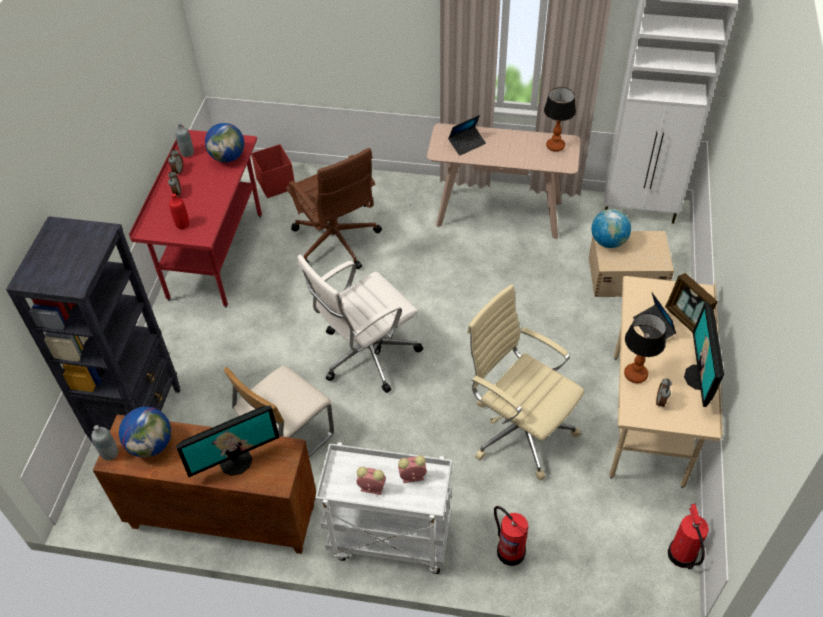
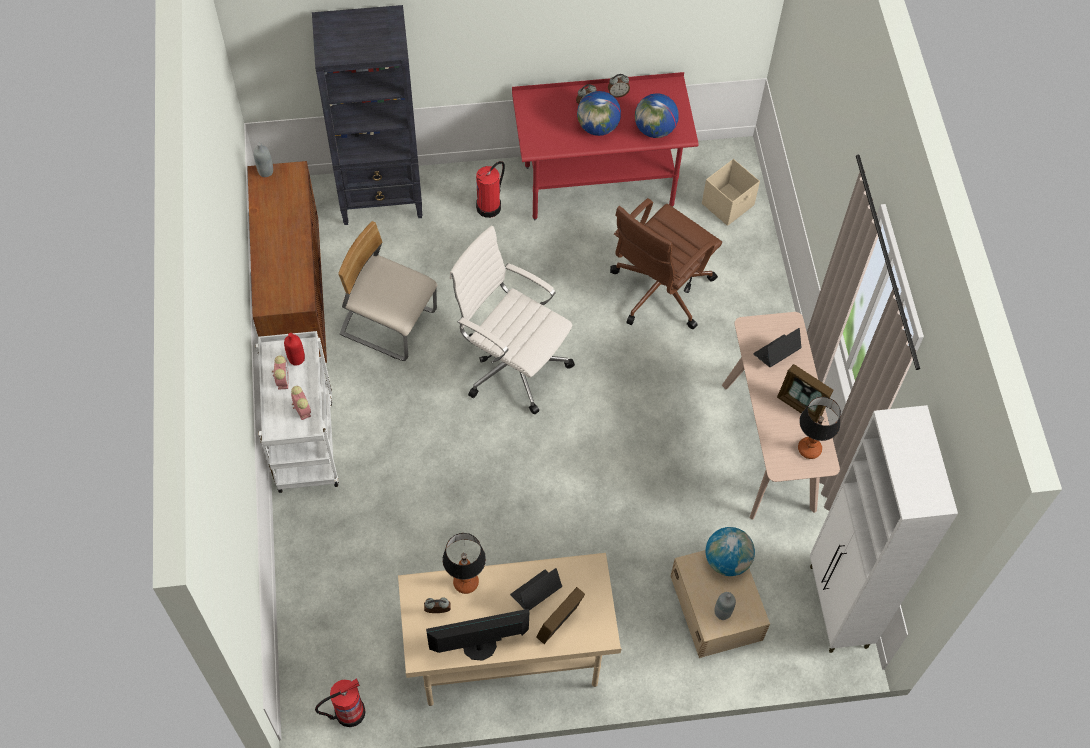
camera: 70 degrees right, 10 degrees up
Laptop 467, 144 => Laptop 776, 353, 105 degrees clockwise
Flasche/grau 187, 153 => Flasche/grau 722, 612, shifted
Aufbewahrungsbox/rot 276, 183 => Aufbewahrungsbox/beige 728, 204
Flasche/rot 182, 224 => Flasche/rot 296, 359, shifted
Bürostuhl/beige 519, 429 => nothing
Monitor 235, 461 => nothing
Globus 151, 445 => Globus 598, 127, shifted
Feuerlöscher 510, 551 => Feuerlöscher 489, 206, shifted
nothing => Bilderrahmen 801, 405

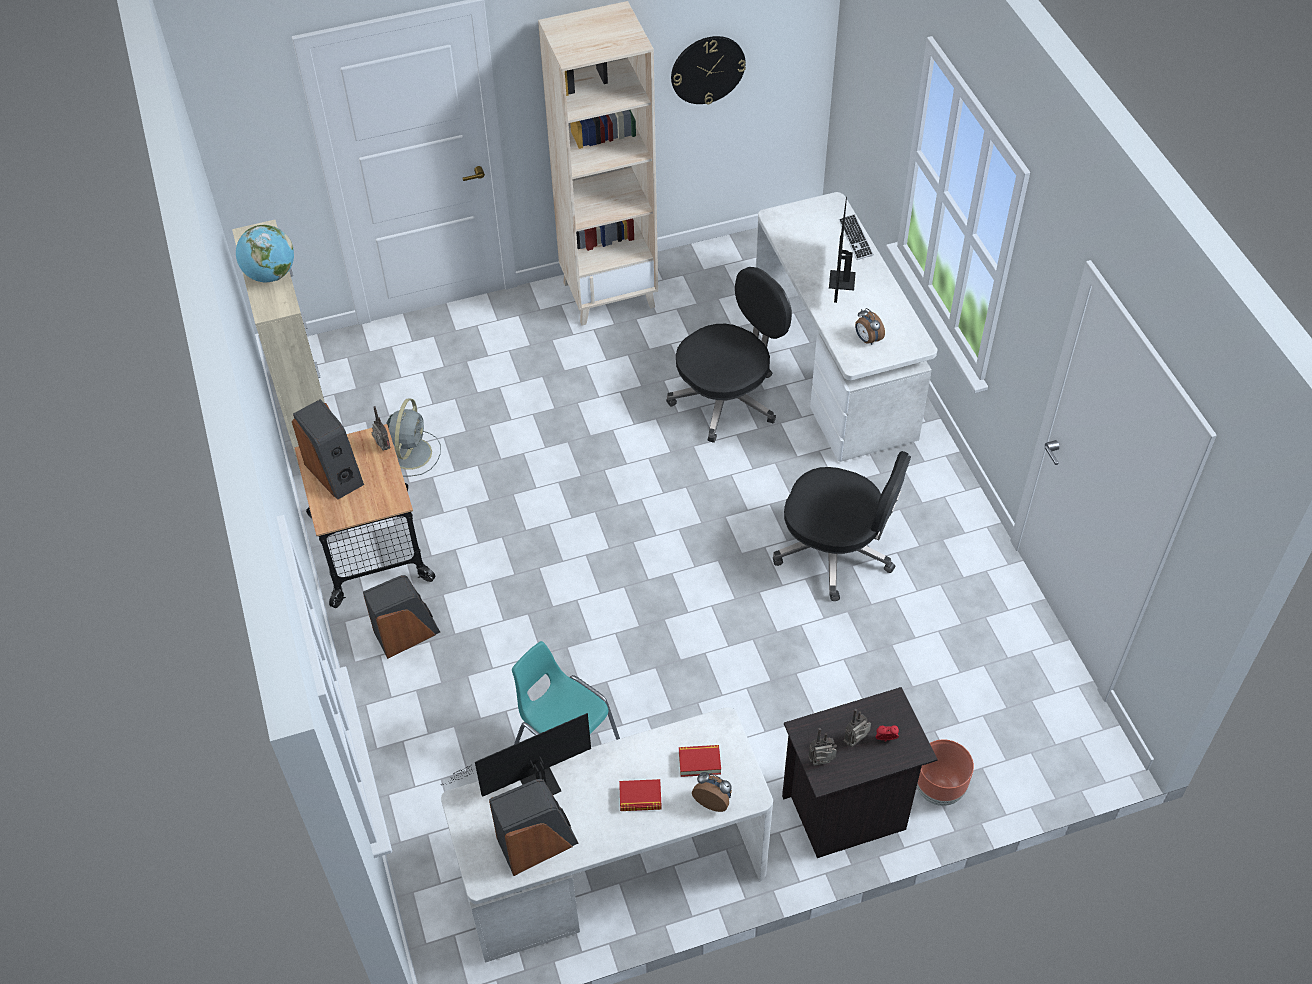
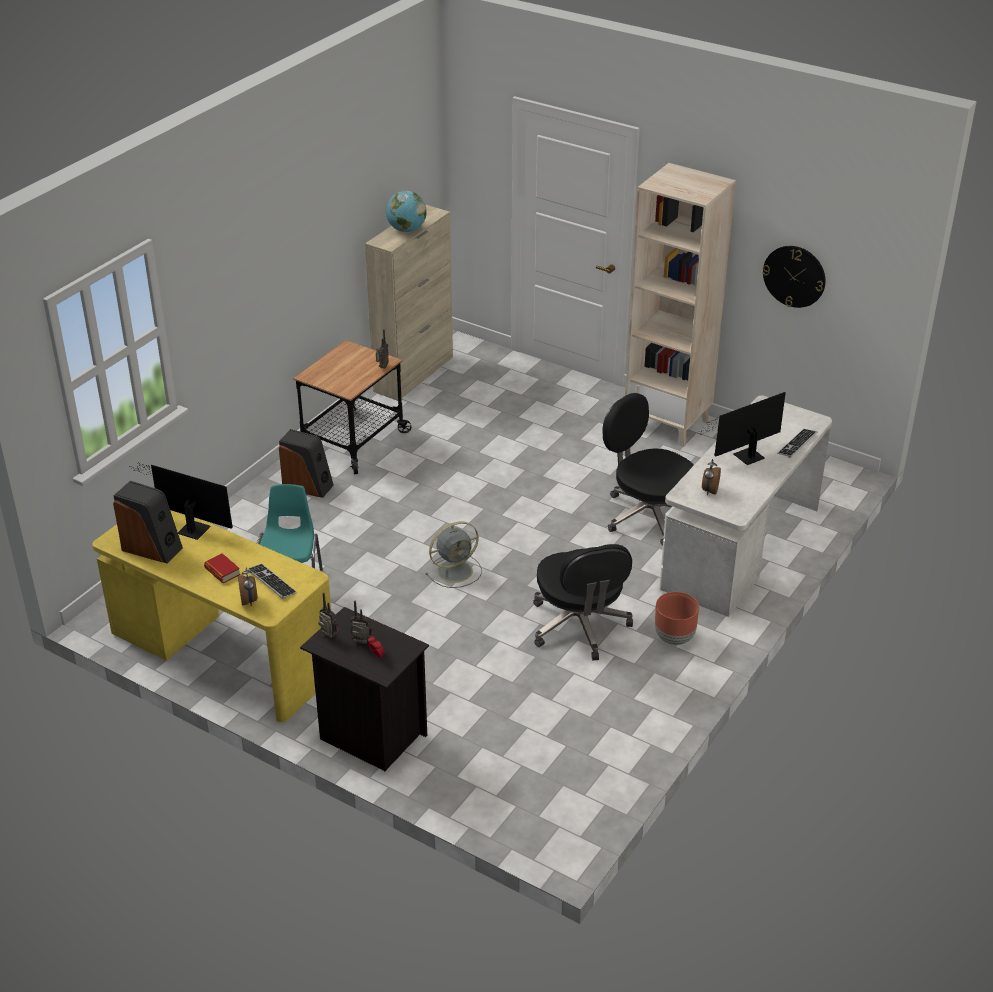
camera: 50 degrees right, 15 degrees down
Bürostuhl/schwarz 727, 399 => Bürostuhl/schwarz 648, 515, 150 degrees counterclockwise
Ventilator/grau 412, 452 => Ventilator/grau 456, 570, shifted
Lautsprecher 335, 473 => nothing
Schreibtisch/weiß 613, 873 => Schreibtisch/gelb 222, 654
Pflanzkübel/braun 939, 790 => Pflanzkübel/braun 674, 638, shifted
Buch 699, 762 => Tastatur 272, 582

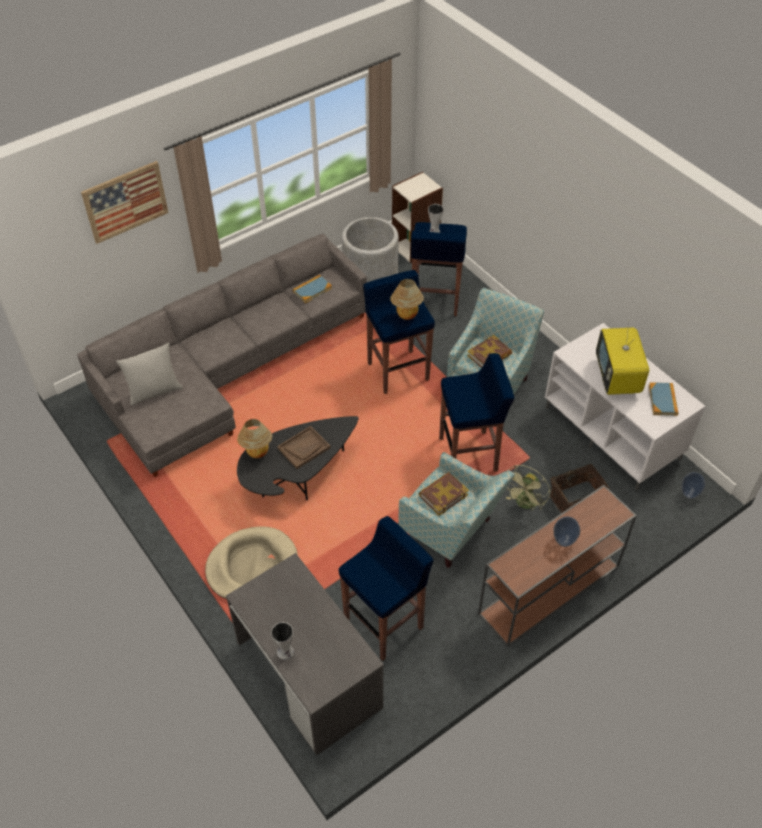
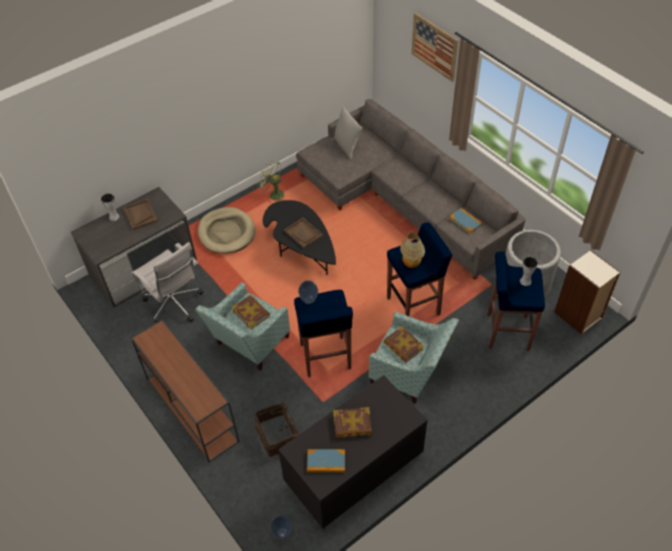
camera: 90 degrees right, 0 degrees up
Fernseher 617, 378 => Buch 352, 425
Fernsehschrank/weiß 613, 433 => Fernsehschrank/schwarz 354, 473
Tischlampe 257, 453 => nothing
Ventilator/grün 524, 504 => Ventilator/grün 273, 194, shifted
Hocker/blau 385, 623 => Bürostuhl/weiß 175, 306
Vase 564, 542 => Vase 308, 300, shifted
nothing => Tablett/braun 140, 215

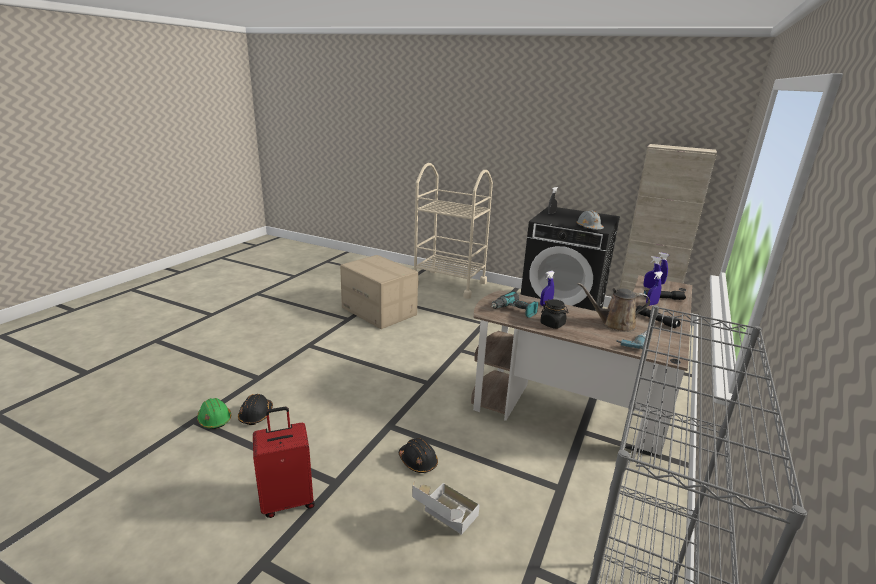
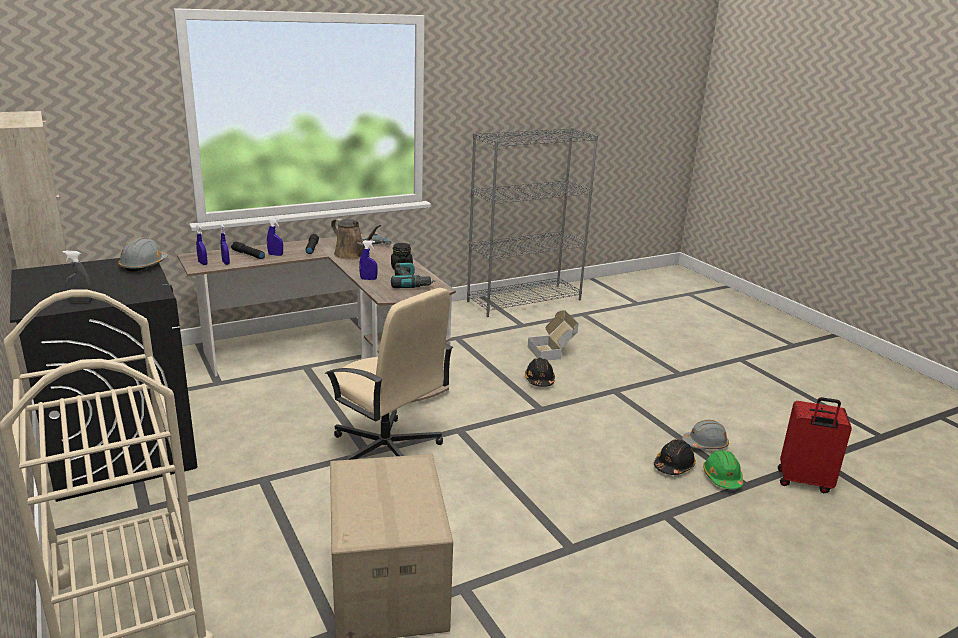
camera: 145 degrees left, 0 degrees up
Koffer/rot 288, 500 => Koffer/rot 804, 482, shifted
nothing => Bürostuhl/beige 386, 451
nothing => Schutzhelm/grau 705, 444

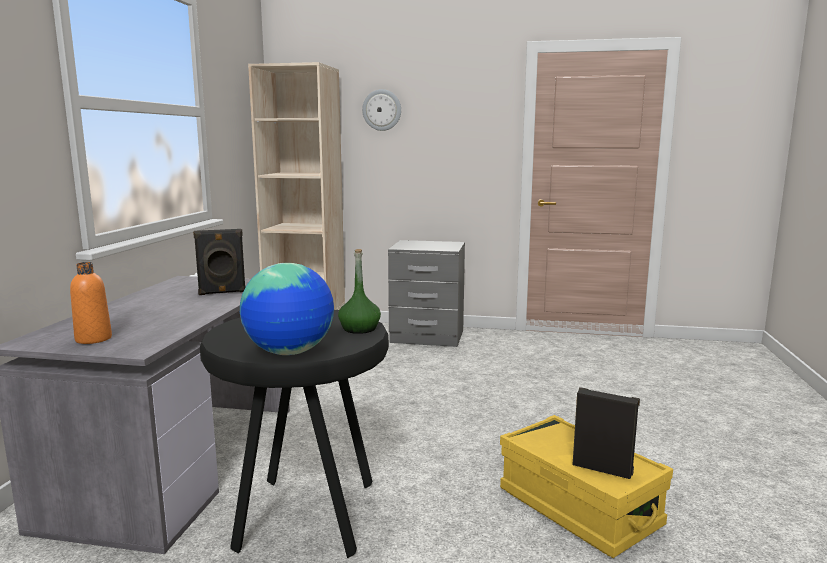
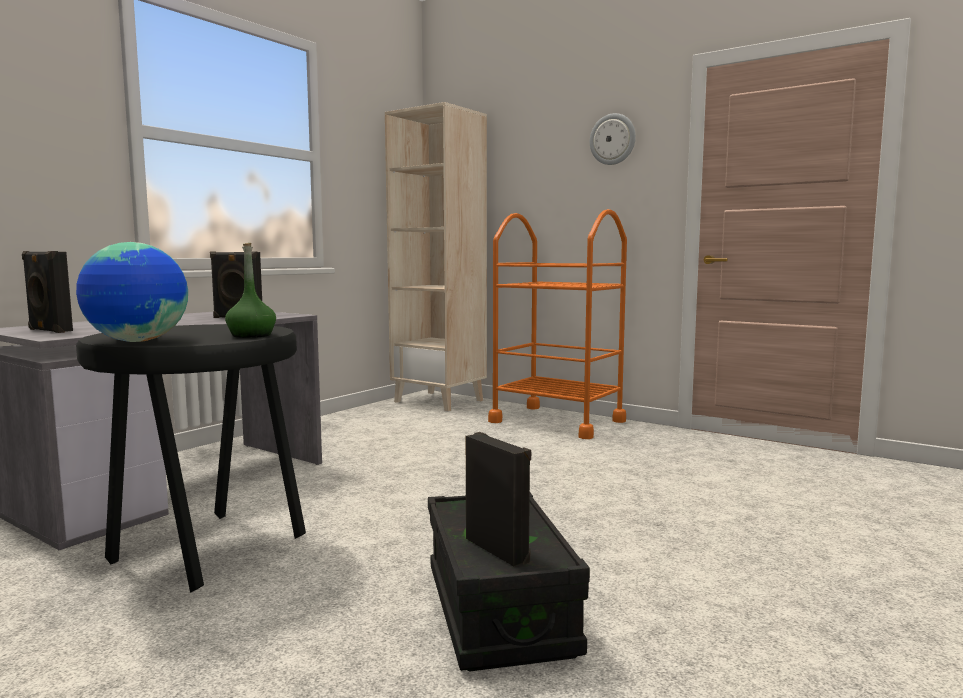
camera: 25 degrees right, 5 degrees down
Wanduhr 382, 110 => Wanduhr 613, 139, shifted
Nachttisch/grau 427, 337 => Rollwagen/orange 557, 421
Flasche/orange 93, 339 => Lautsprecher/schwarz 49, 330
Aufbewahrungsbox/gelb 578, 508 => Aufbewahrungsbox/schwarz 498, 610

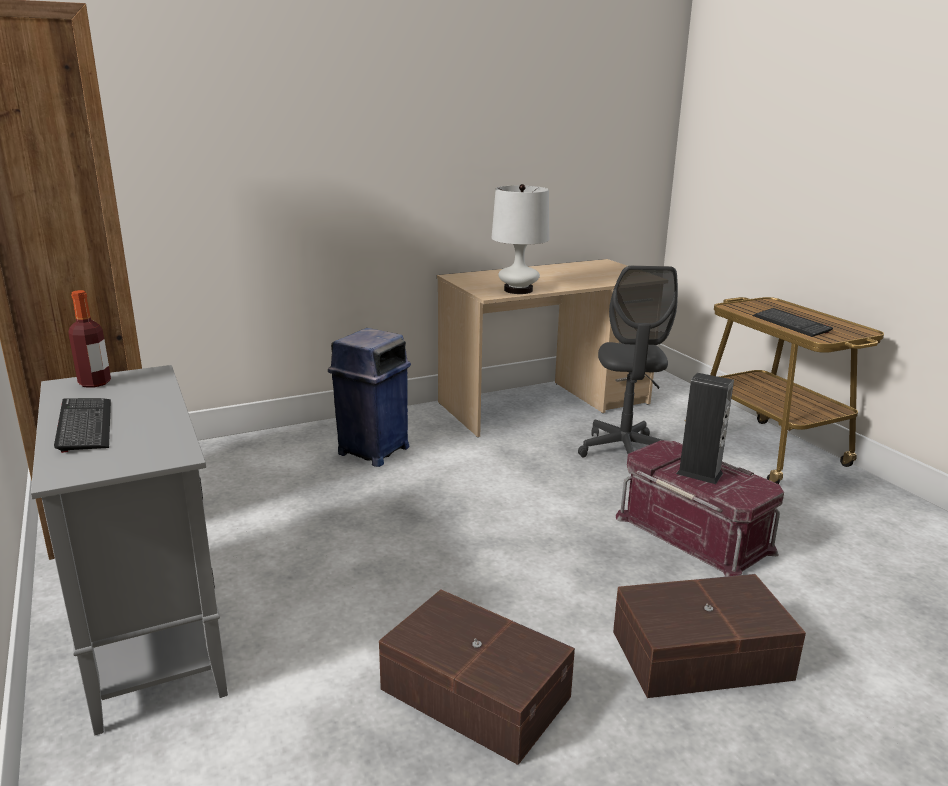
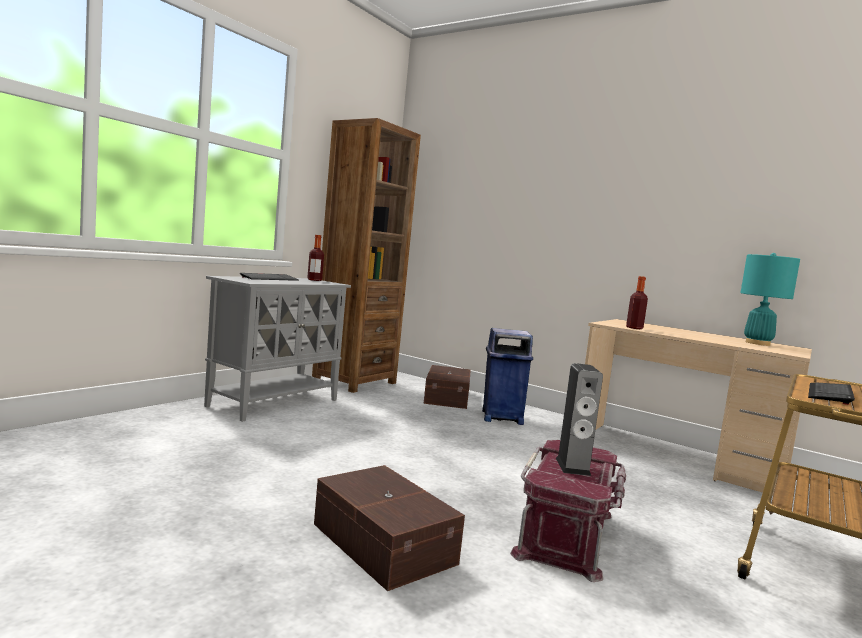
camera: 60 degrees right, 15 degrees down
Tischlampe/weiß 518, 290 => Flasche 634, 328
Bürostuhl/grau 624, 451 => nothing
Aufbewahrungsbox/braun 475, 691 => Aufbewahrungsbox/braun 448, 397, shifted
nothing => Tischlampe/türkis 757, 343

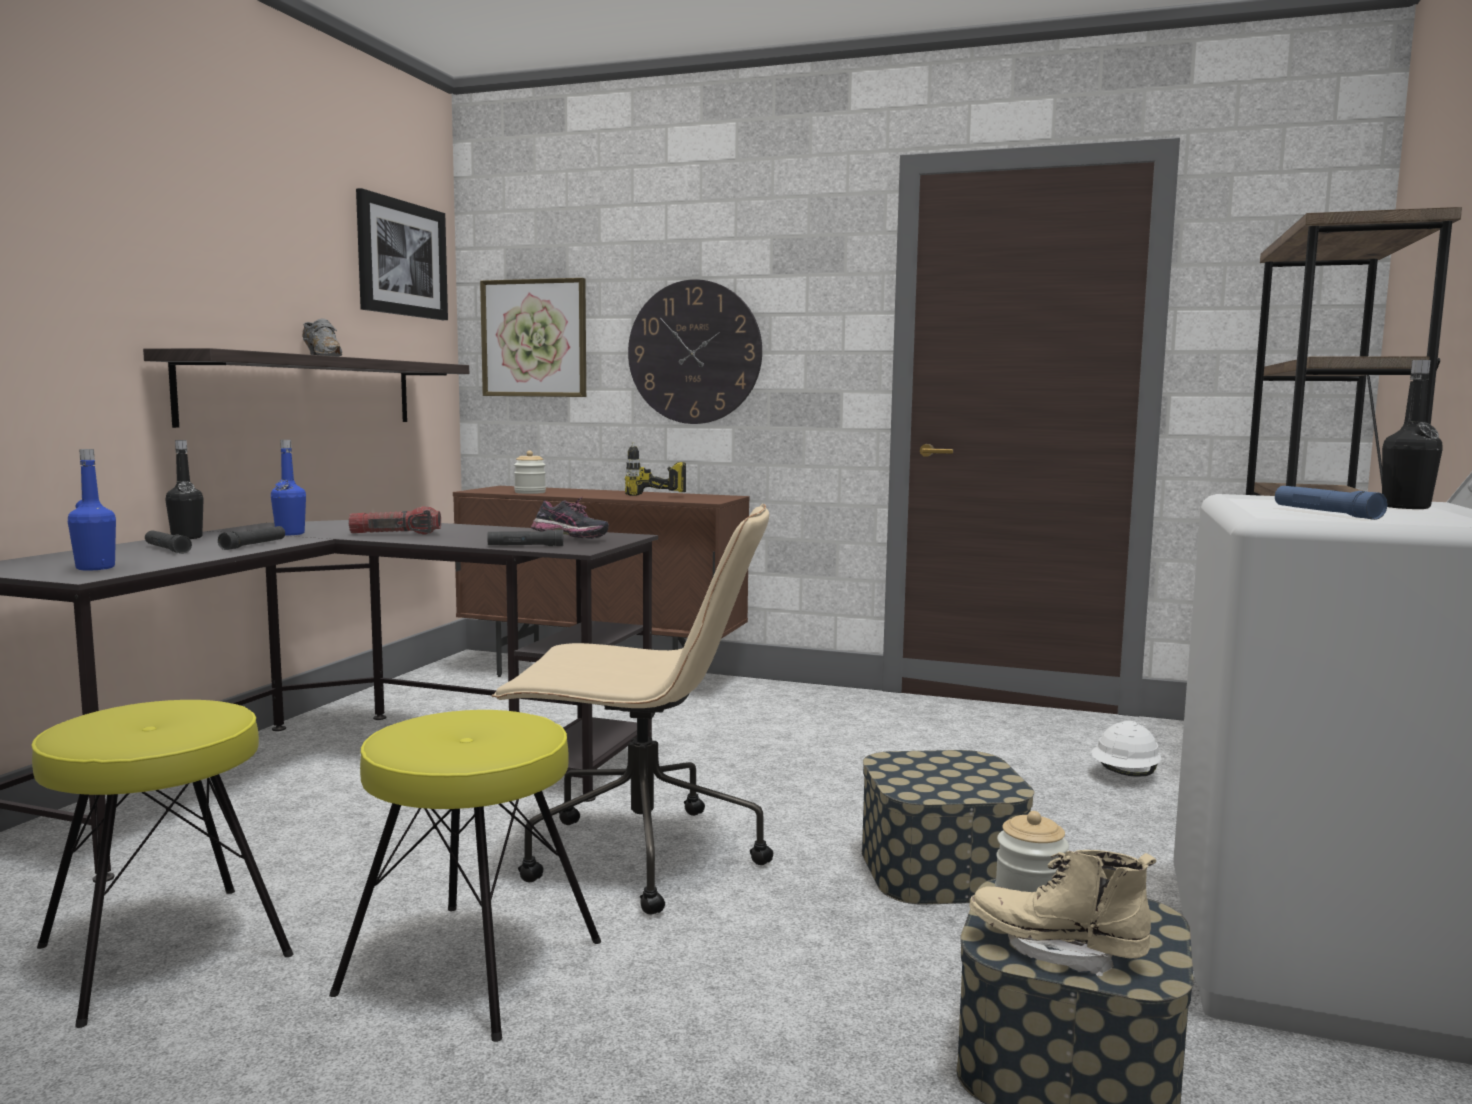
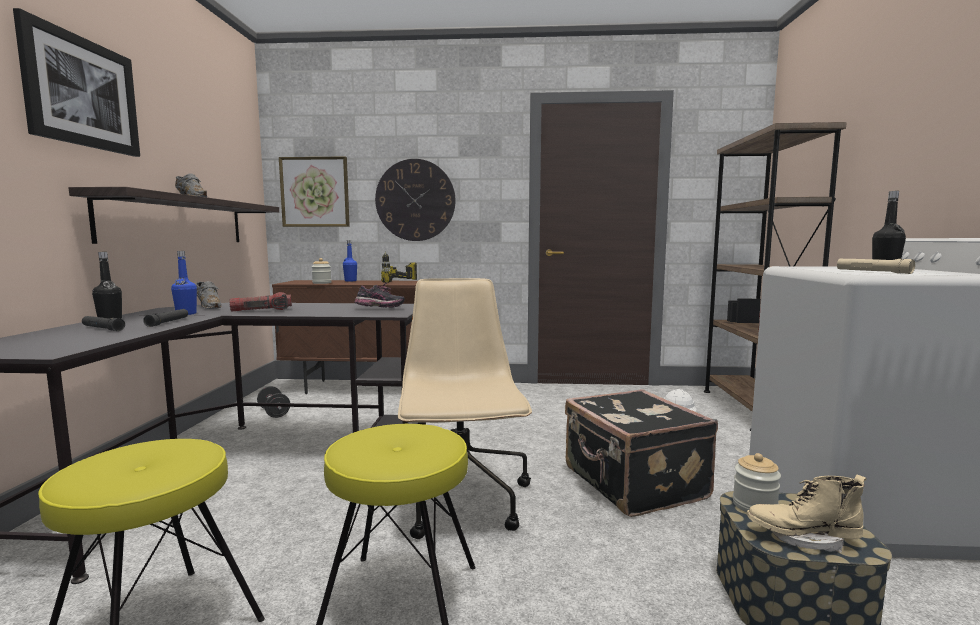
camera: 15 degrees left, 0 degrees up
Bild 401, 258 => Bild 81, 92, shifted
Flasche/blau 95, 568 => Flasche/blau 350, 281, shifted
Taschenlampe/blau 1325, 513 => Taschenlampe/beige 872, 272
Bürostuhl/beige 638, 857 => Bürostuhl/beige 461, 502, 90 degrees counterclockwise
Taschenlampe/schwarz 525, 546 => nothing
Aufbewahrungsbox 941, 869 => Koffer/schwarz 632, 484
nothing => Schuh/grau 209, 307
nothing => Hantel/schwarz 274, 412

